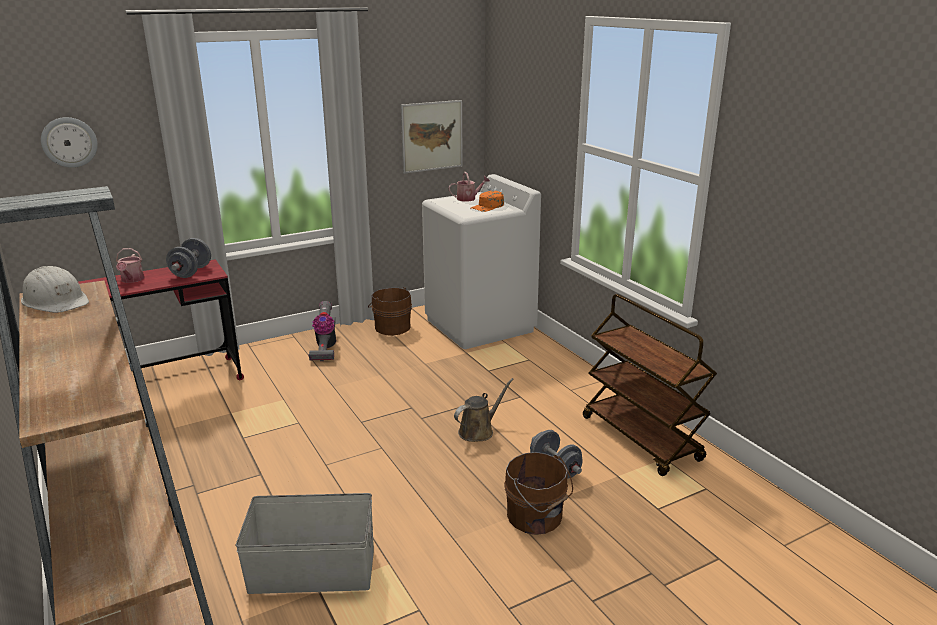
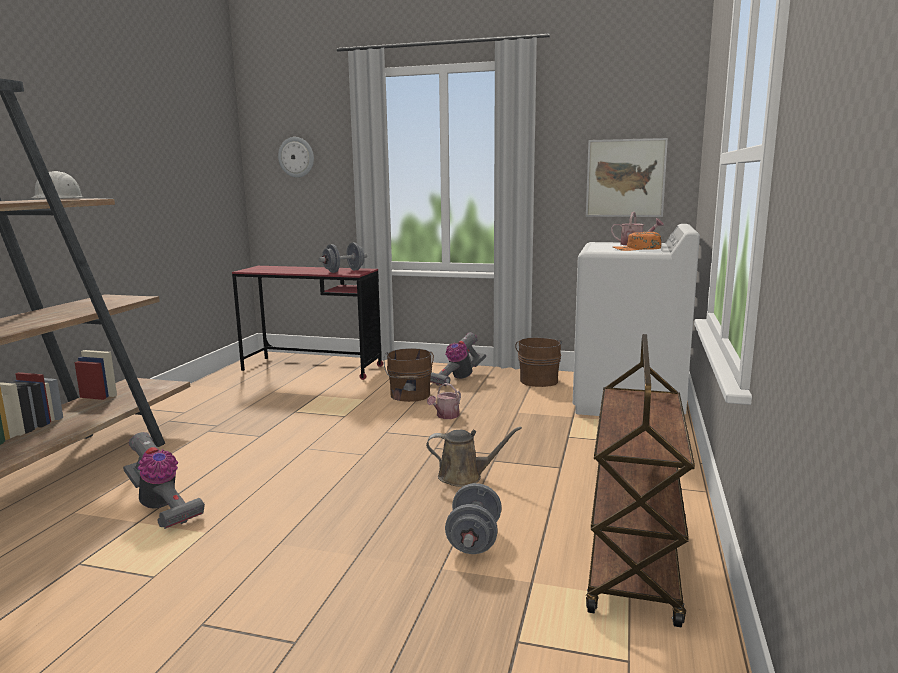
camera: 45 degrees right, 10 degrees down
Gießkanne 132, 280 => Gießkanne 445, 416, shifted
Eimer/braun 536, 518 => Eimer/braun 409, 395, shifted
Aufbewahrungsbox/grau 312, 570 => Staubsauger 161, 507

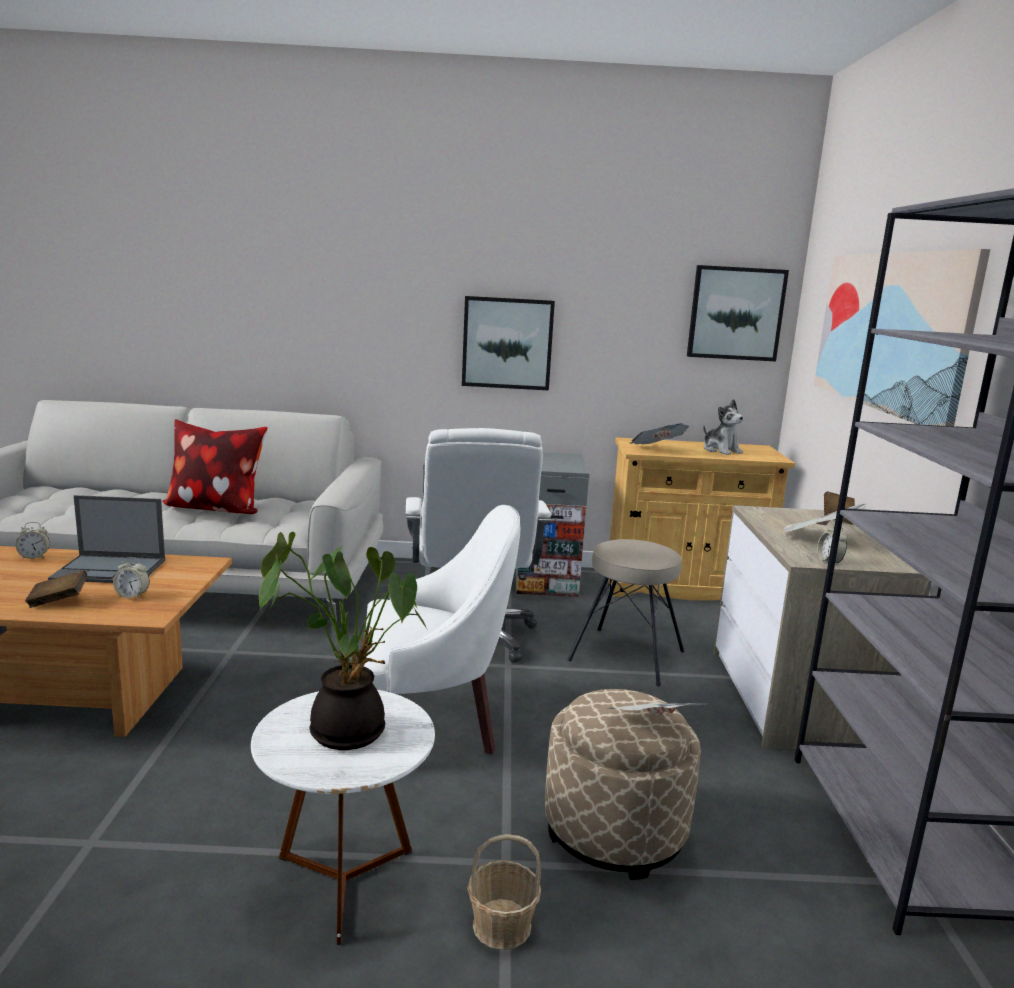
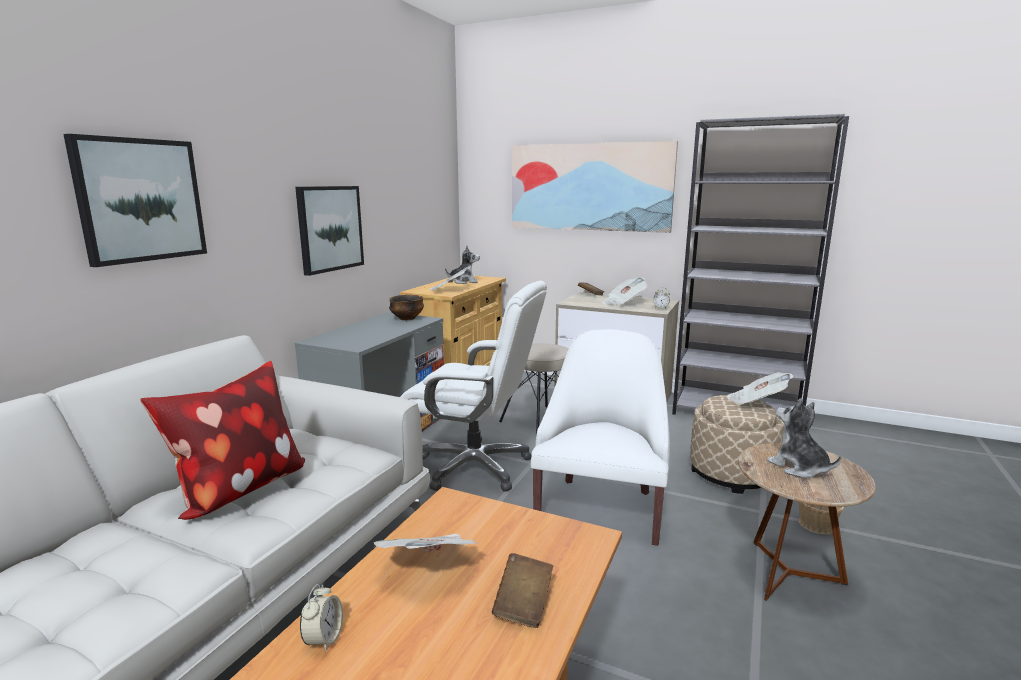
camera: 65 degrees left, 0 degrees up
Bild 735, 313 => Bild 140, 200, shifted
Laptop 110, 570 => Zeitung 431, 565
Topfpflanze 348, 728 => Plüschtier 798, 468
Wecker 132, 596 => nothing
Beistelltisch/weiß 345, 882 => Beistelltisch/braun 787, 574
nothing => Schüssel 407, 319

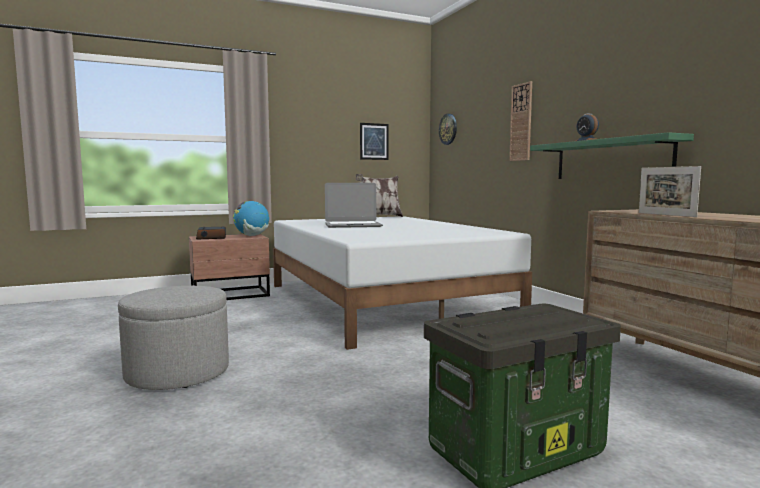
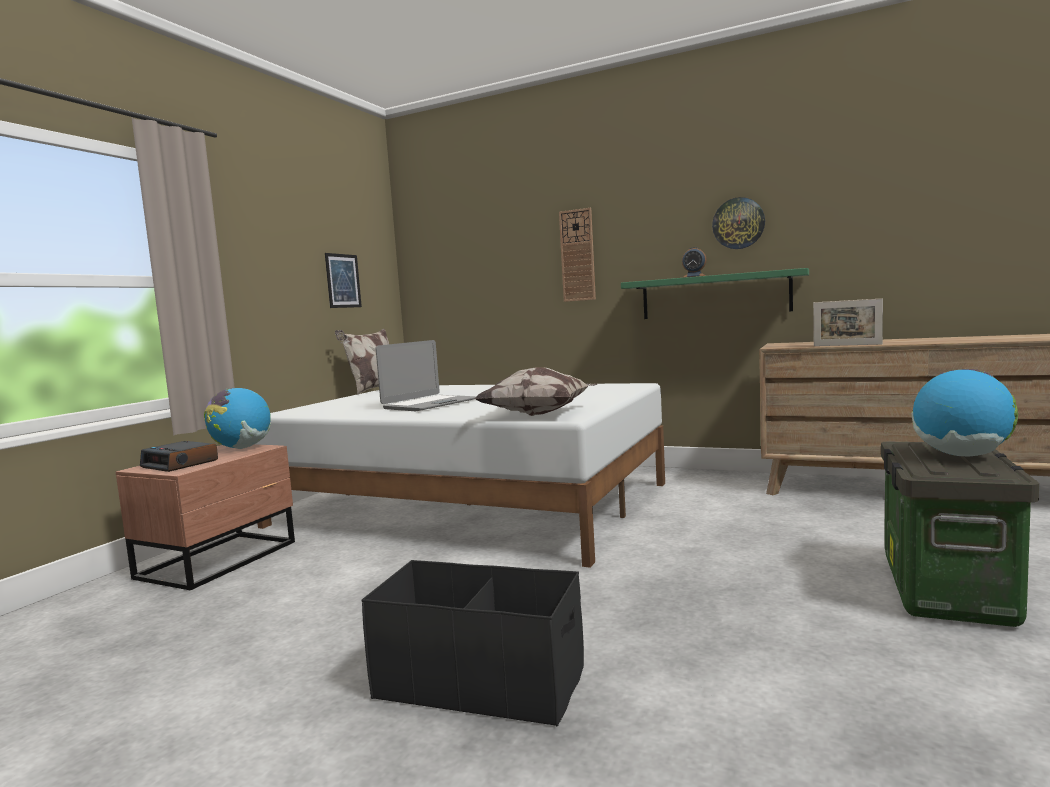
camera: 40 degrees left, 0 degrees up
Wanduhr 448, 129 => Wanduhr 738, 223, shifted
Polsterhocker/grau 177, 373 => Aufbewahrungsbox/schwarz 480, 682
nothing => Kissen 540, 414
nothing => Globus 962, 455

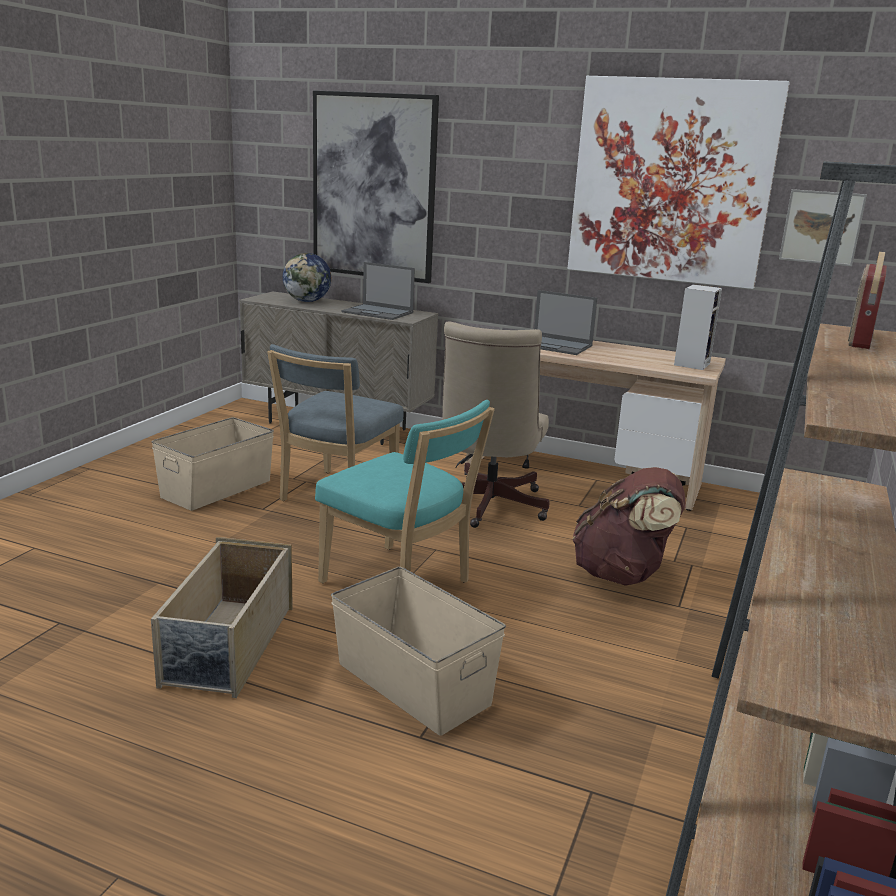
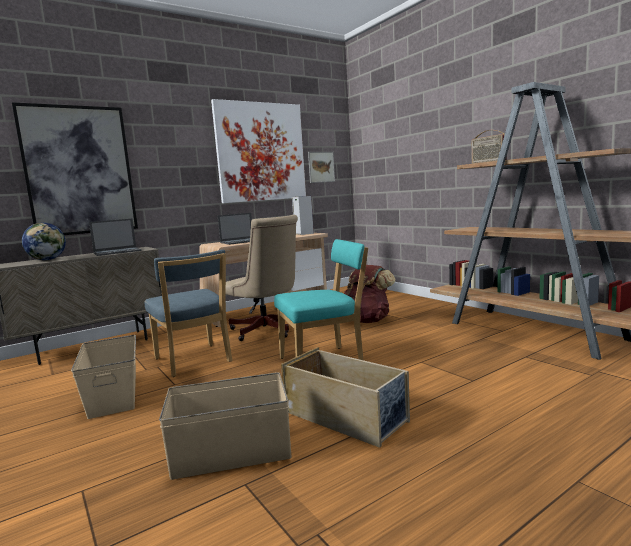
camera: 55 degrees left, 10 degrees down
Aufbewahrungsbox/beige 413, 684 => Aufbewahrungsbox/beige 232, 453, shifted

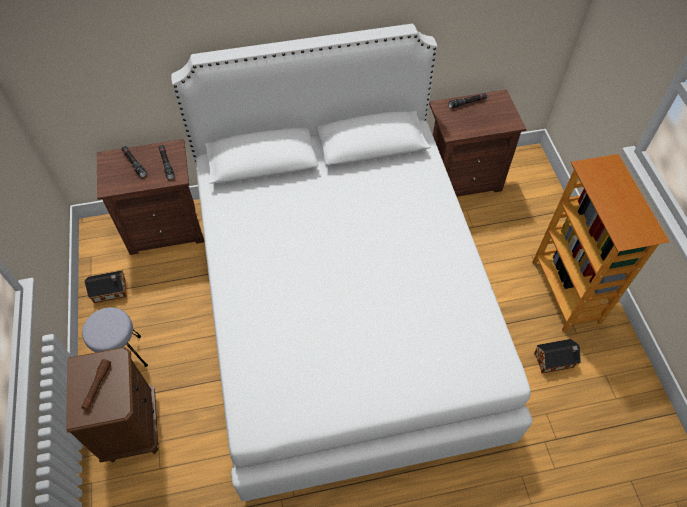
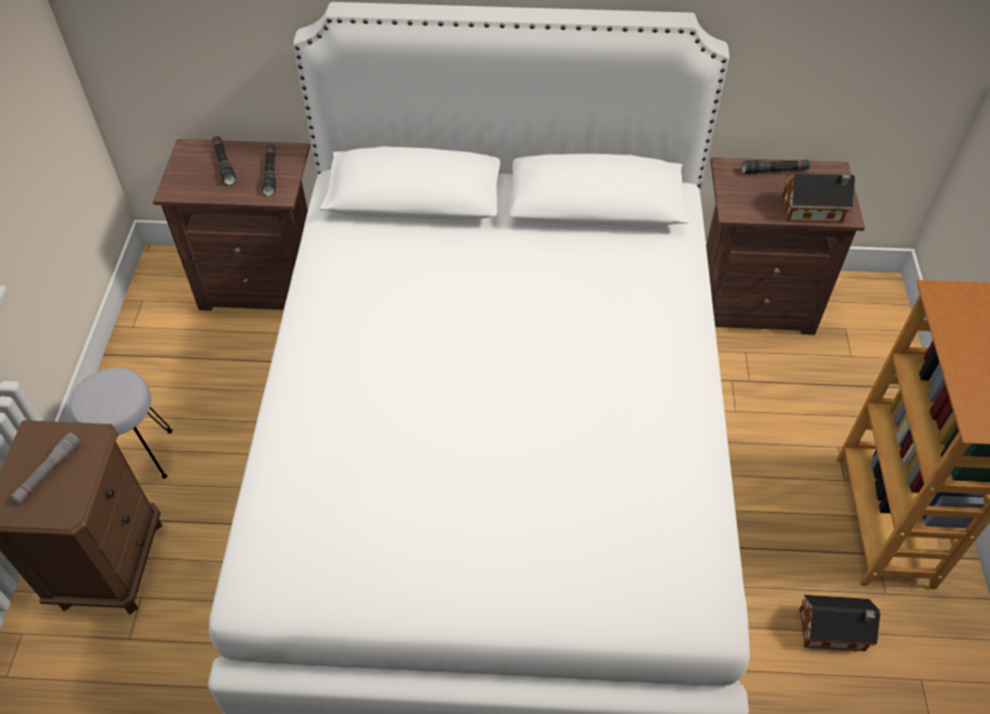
camera: 15 degrees right, 5 degrees down
Spielzeughaus 111, 291 => Spielzeughaus 815, 209, shifted
Taschenlampe/braun 97, 386 => Taschenlampe/grau 48, 472

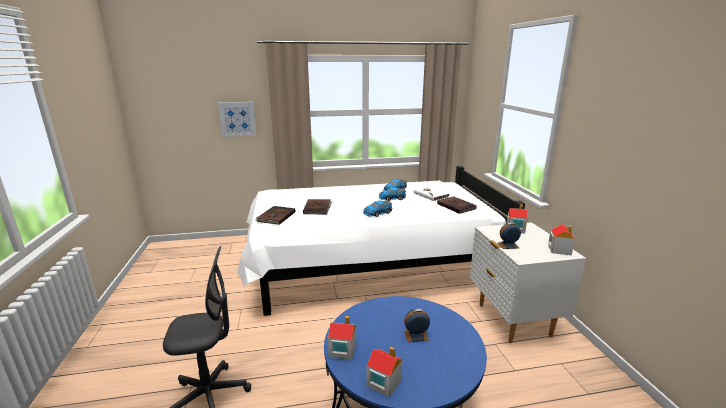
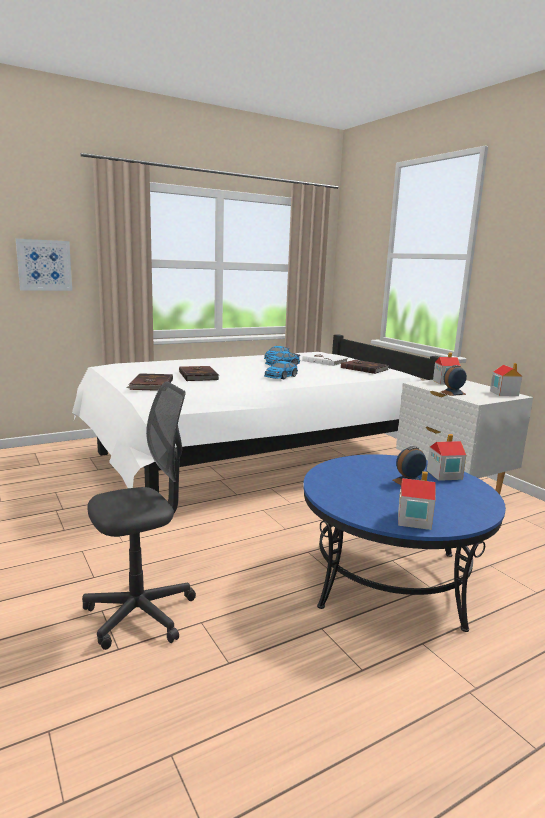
camera: 20 degrees left, 5 degrees down
Spielzeughaus 342, 350 => Spielzeughaus 443, 475, shifted

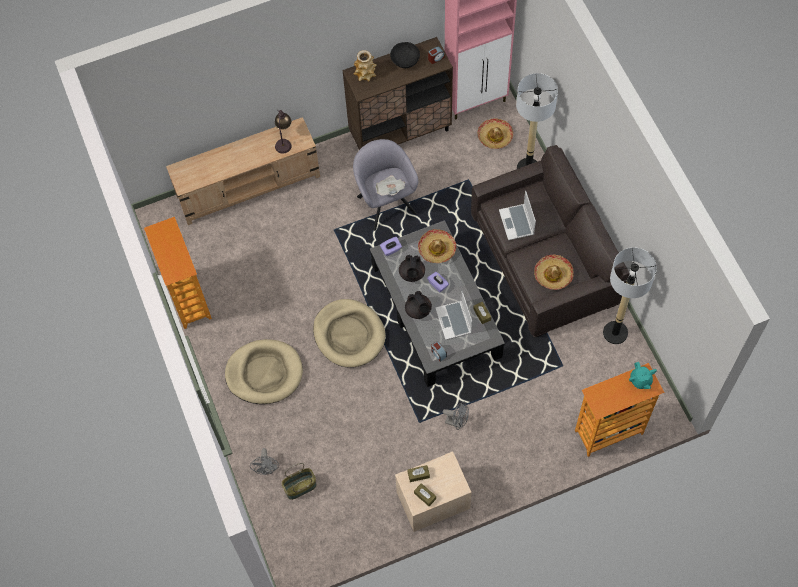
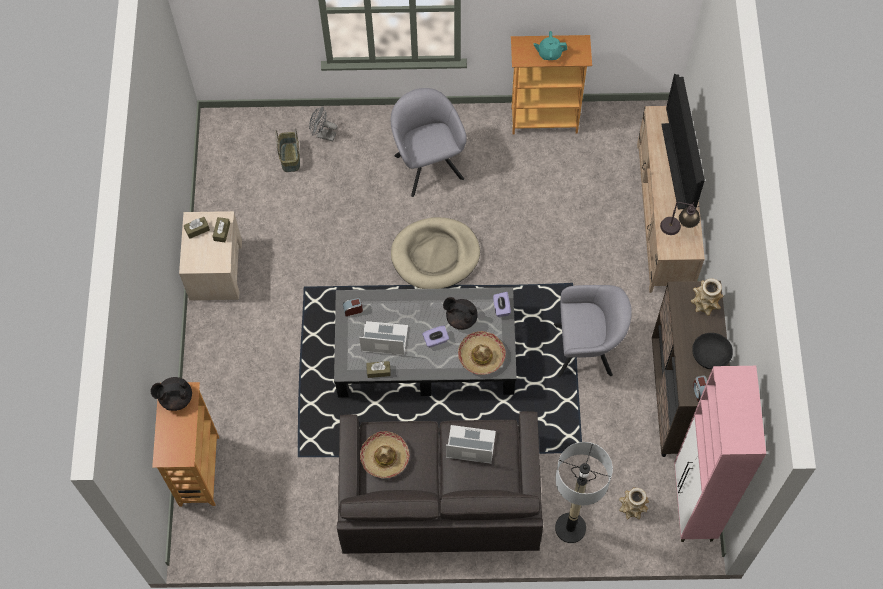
camera: 110 degrees right, 0 degrees up
Hut 495, 136 => Vase 632, 507
Zeitung 390, 189 => nothing
Stehlampe 615, 333 => nothing
Teekanne/schwarz 418, 310 => Teekanne/schwarz 175, 398, shifted
Hundebett/beige 264, 373 => Sessel/grau 427, 163
Teekanne/türkis 640, 380 => Teekanne/türkis 549, 53, shifted
Ventilator/grau 457, 422 => nothing
nothing => Fernseher 678, 166

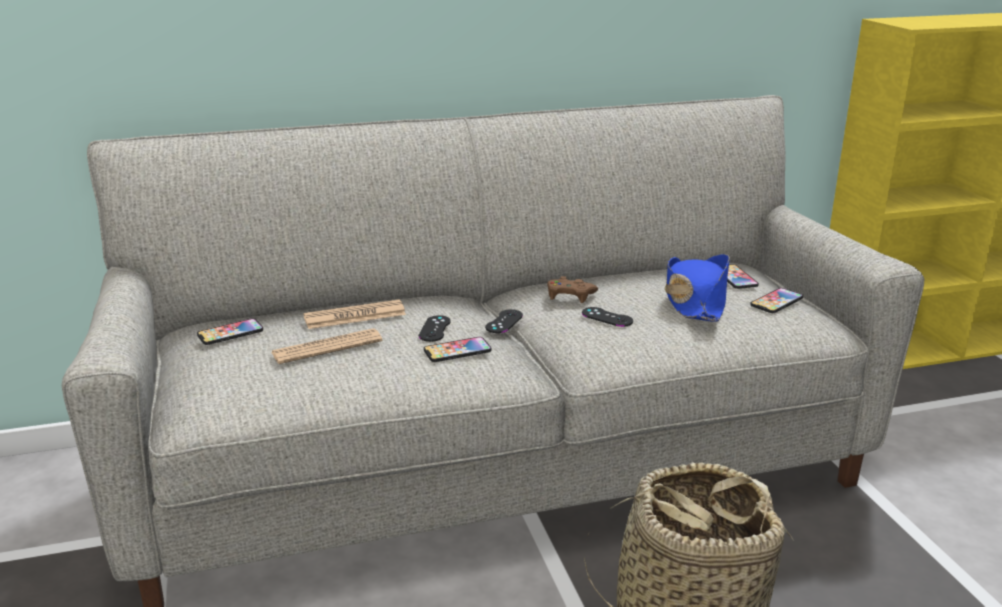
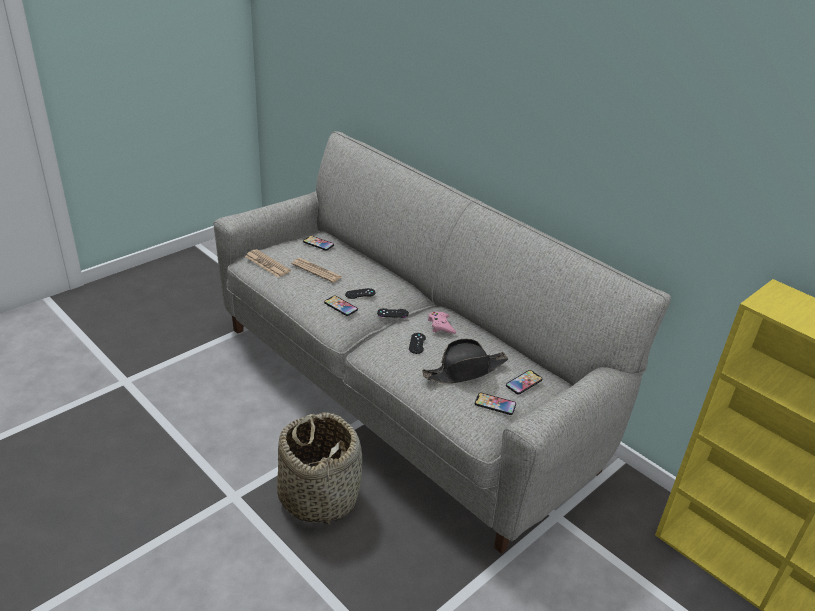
camera: 60 degrees right, 10 degrees up
Hut/blau 695, 301 => Hut/schwarz 465, 370
Gamepad/braun 570, 295 => Gamepad/rosa 441, 326
Zeitung 355, 316 => Zeitung 267, 264, shifted

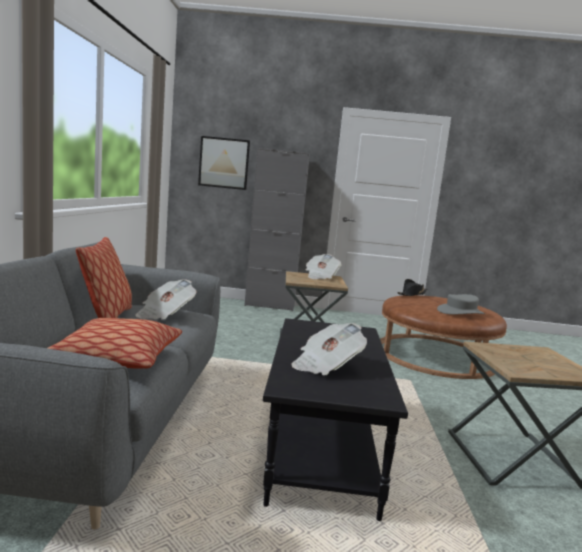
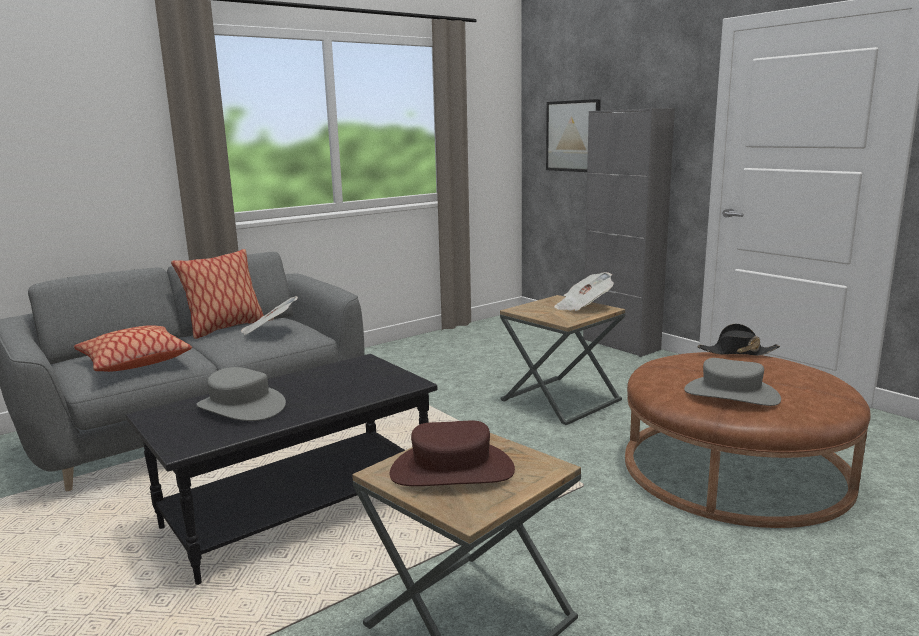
camera: 50 degrees right, 5 degrees up
Zeitung 326, 366 => Hut/grau 241, 407
nothing => Hut/braun 452, 471

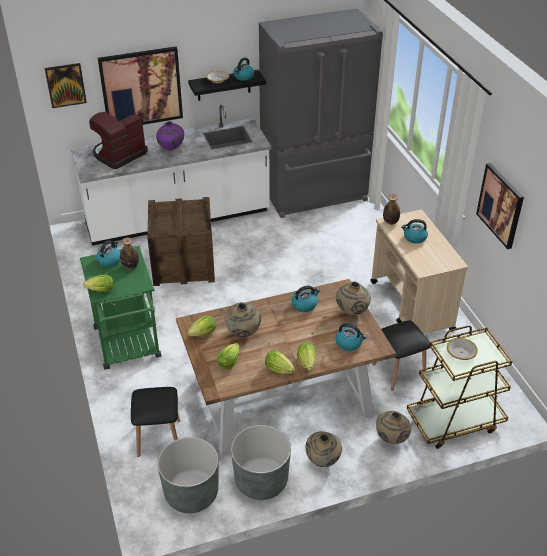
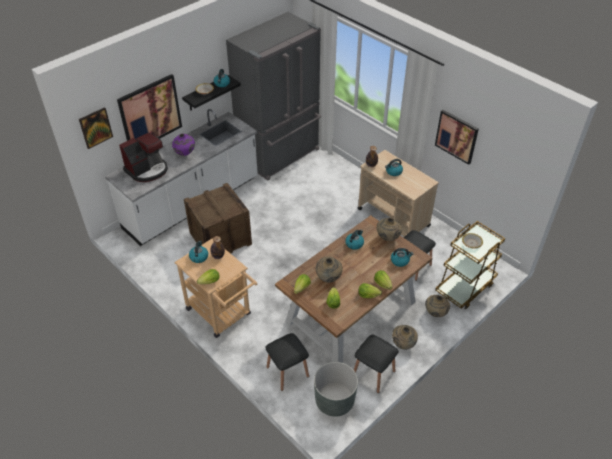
camera: 25 degrees left, 5 degrees up
Kaffeemaschine 119, 154 => Kaffeemaschine 147, 170, 150 degrees counterclockwise
Rollwagen/grün 128, 347 => Rollwagen/beige 222, 314
Pflanzkübel/grau 261, 480 => Hocker/schwarz 373, 373

